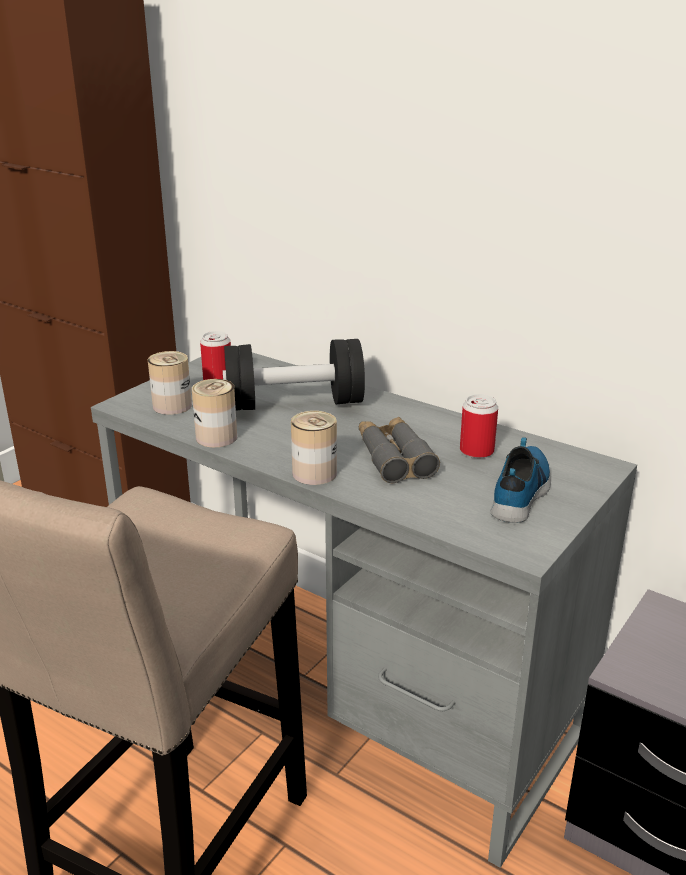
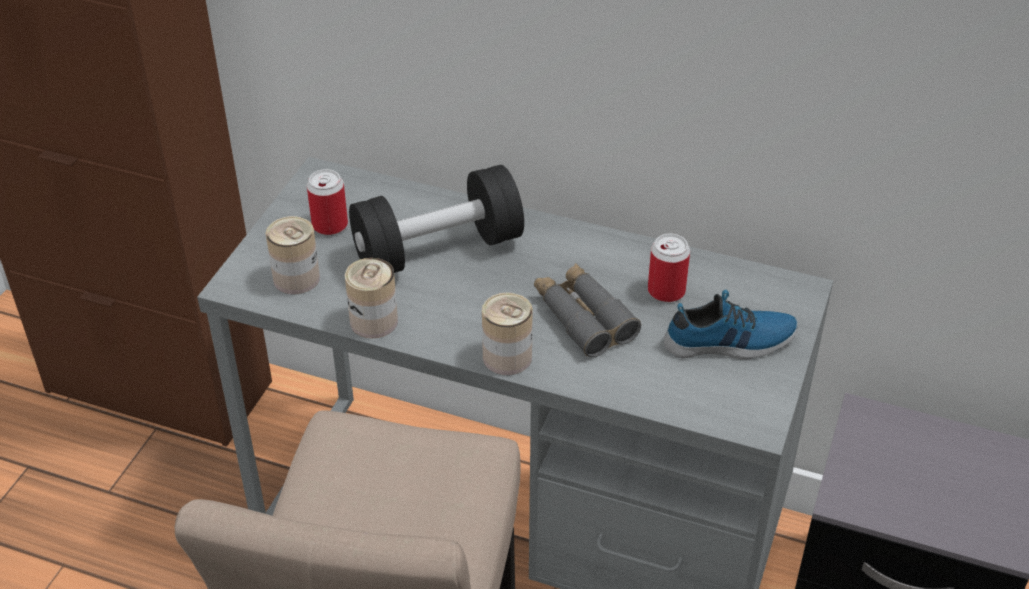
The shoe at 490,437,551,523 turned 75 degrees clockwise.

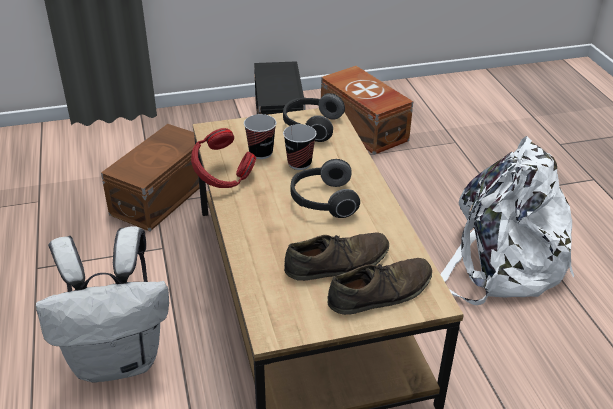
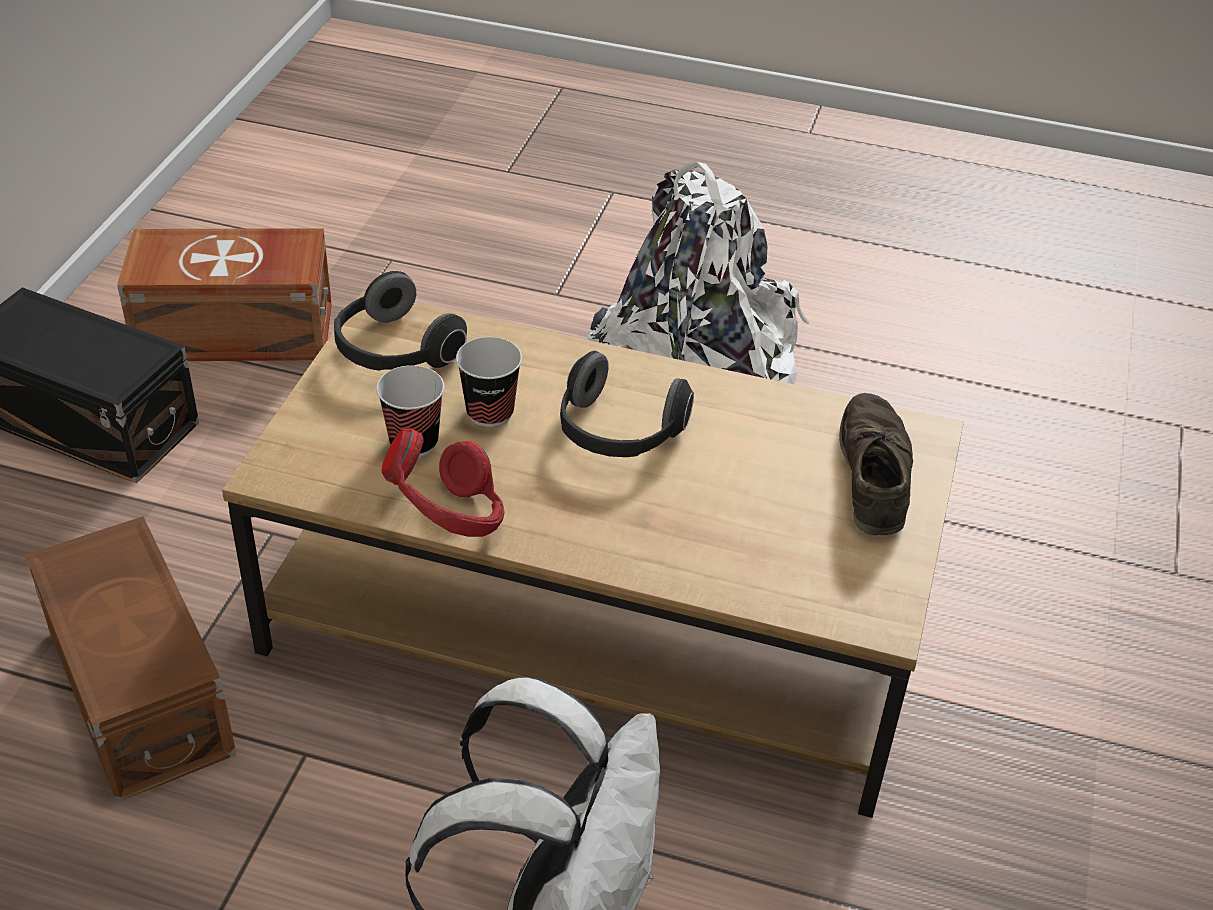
The brown shoe at 284,232,389,281 disappeared.

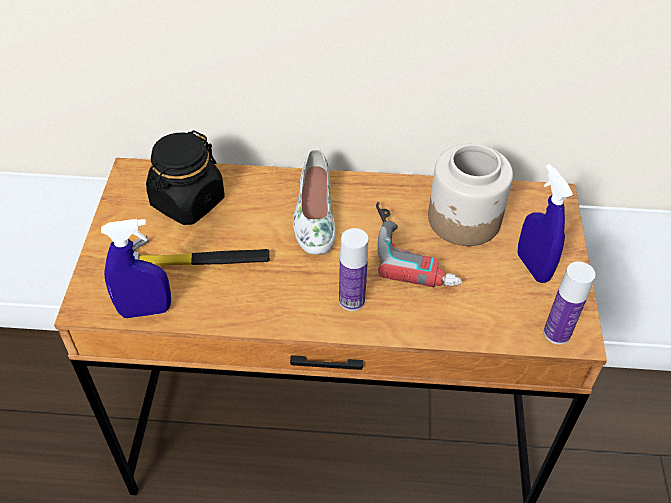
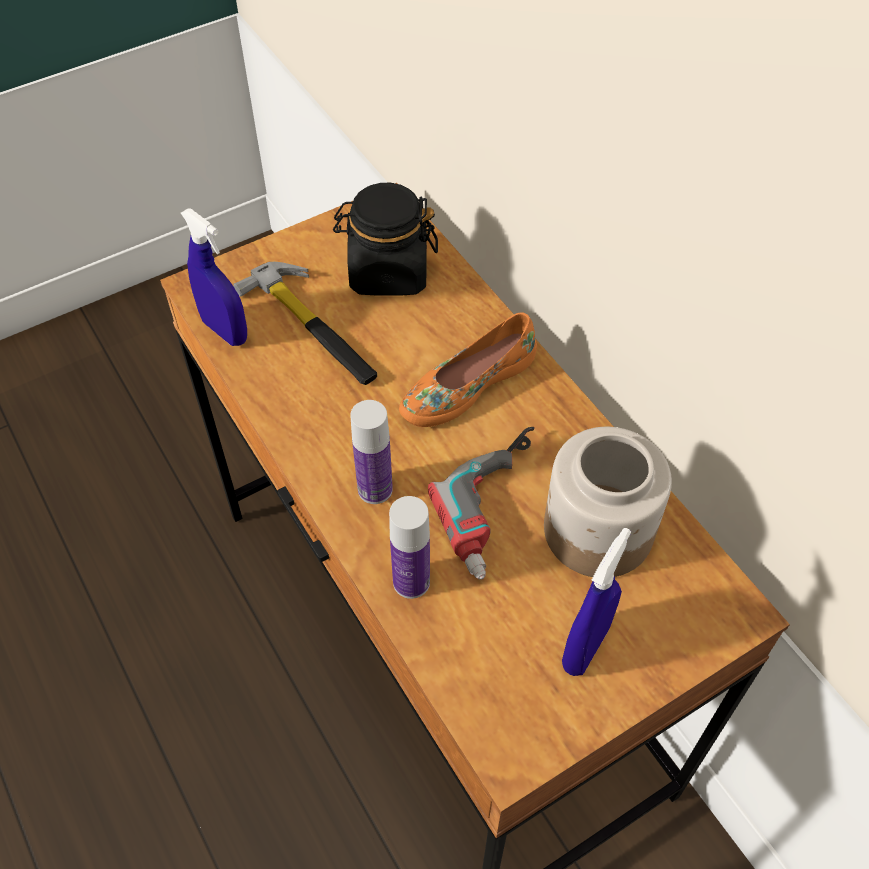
The bottle moved from 544,261,595,344 to 389,496,430,599.
The white shoe at 293,148,336,255 became the orange shoe at 399,312,537,427.

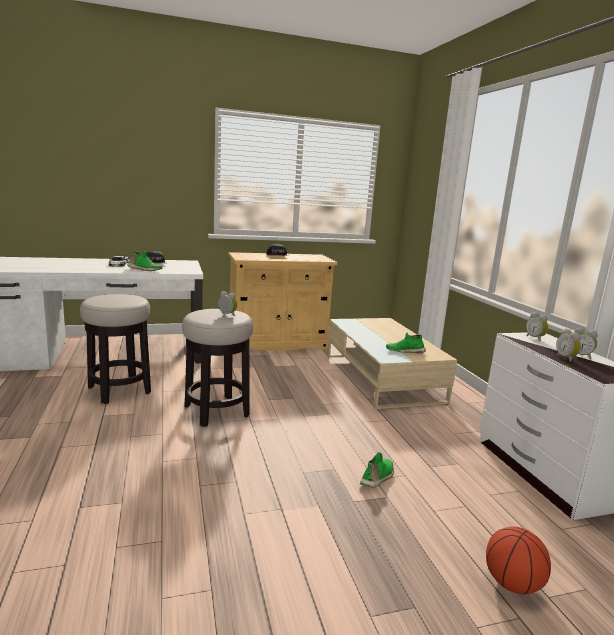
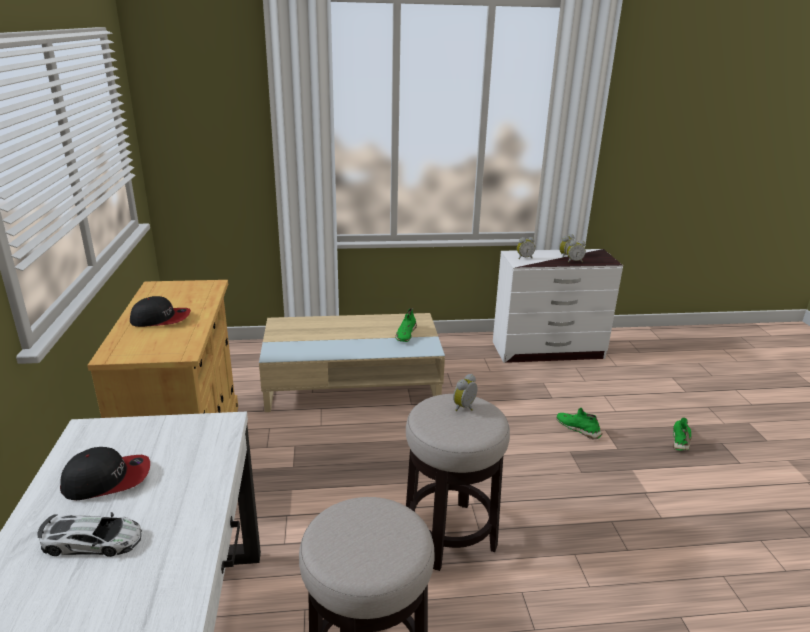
The basketball at 486,527,551,594 disappeared.
The green shoe moved from 127,251,162,271 to 673,417,692,451.

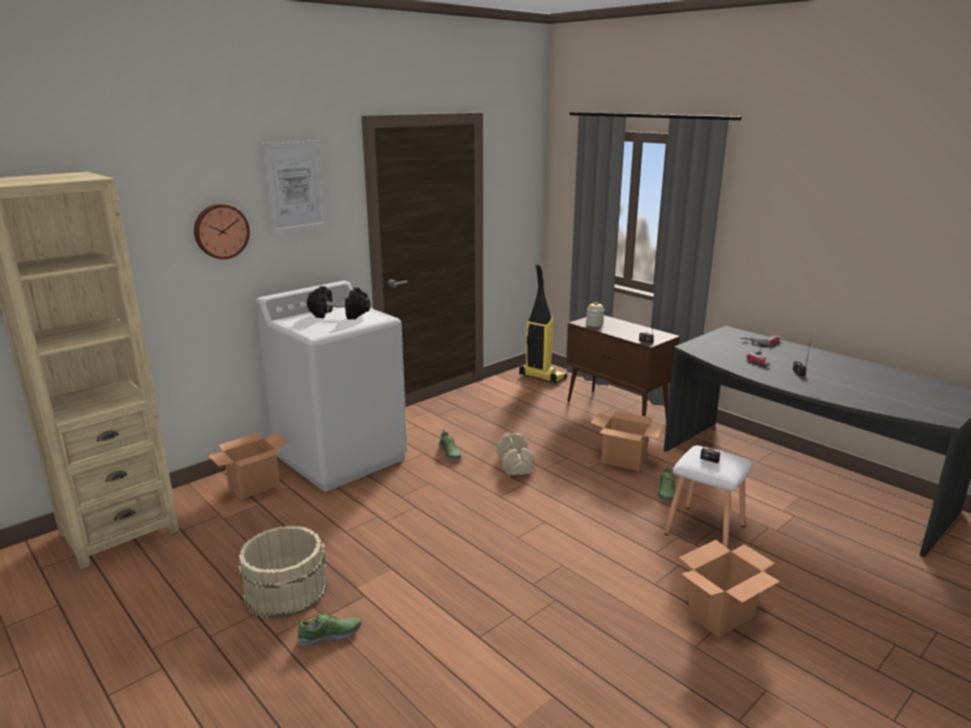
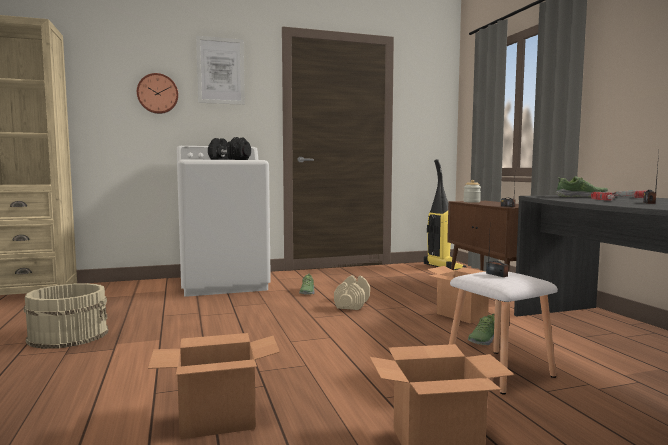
The cardboard box moved from 208,432,289,500 to 148,333,280,439.
The shoe moved from 296,614,362,647 to 555,176,608,197.

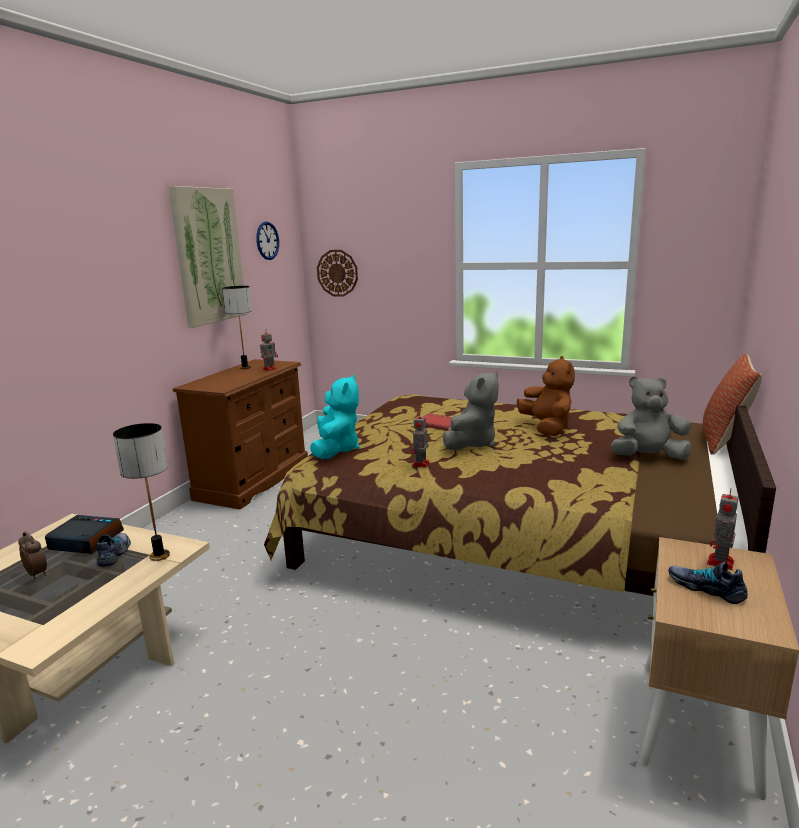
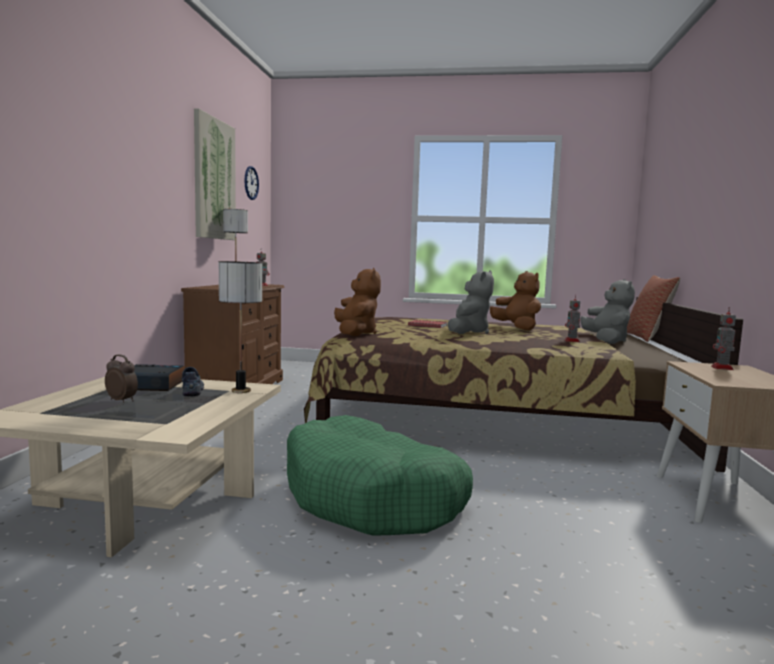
The wall clock at 317,250,358,297 disappeared.
The shoe at 668,562,748,604 disappeared.
The green dog bed at 287,415,473,535 appeared.
The toy robot moved from 411,412,430,468 to 564,295,580,342.
The turquoise plush toy at 310,375,359,459 became the brown plush toy at 334,268,381,336.
The grey plush toy at 611,376,692,460 turned 105 degrees clockwise.

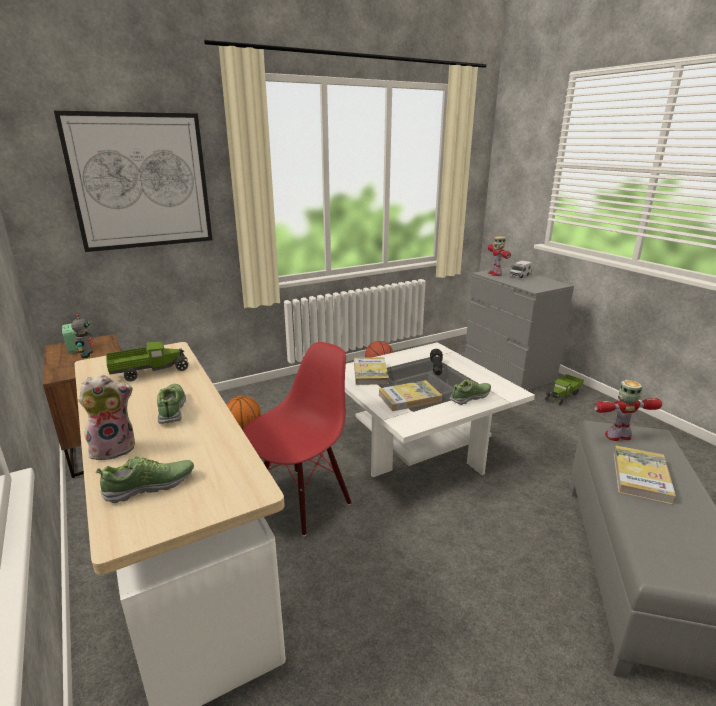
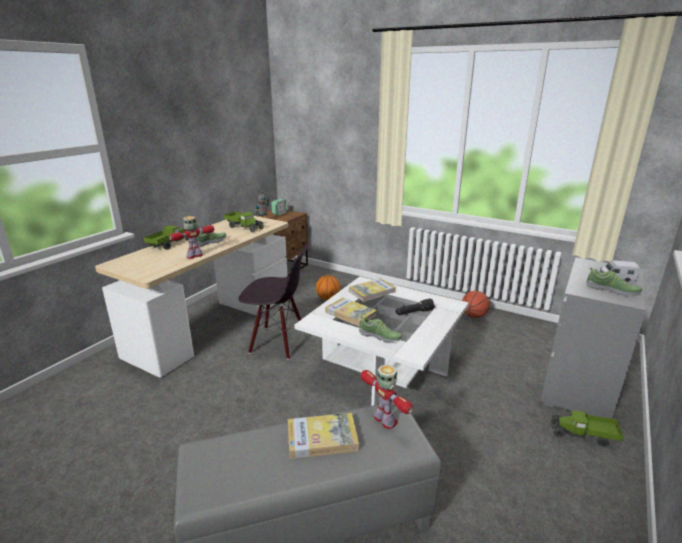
The picture at 54,111,213,252 disappeared.
The shoe moved from 96,456,194,503 to 586,268,642,295.
The toy robot moved from 488,236,511,276 to 169,216,214,259.
The plush toy at 79,375,135,461 was replaced by the toy truck at 143,226,188,250.
The red chair at 242,342,352,536 became the black chair at 239,244,309,360.

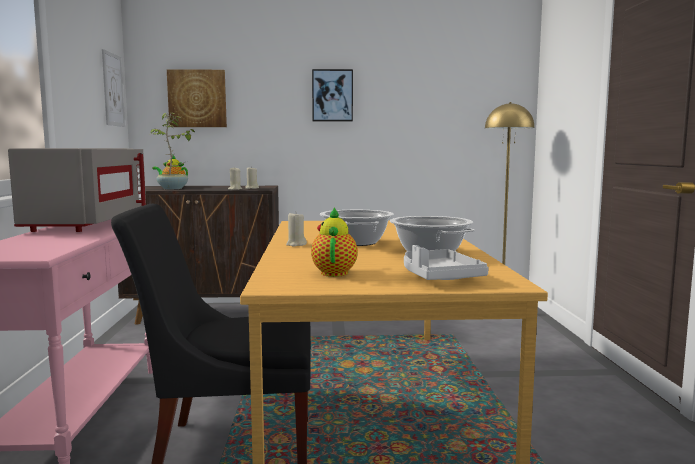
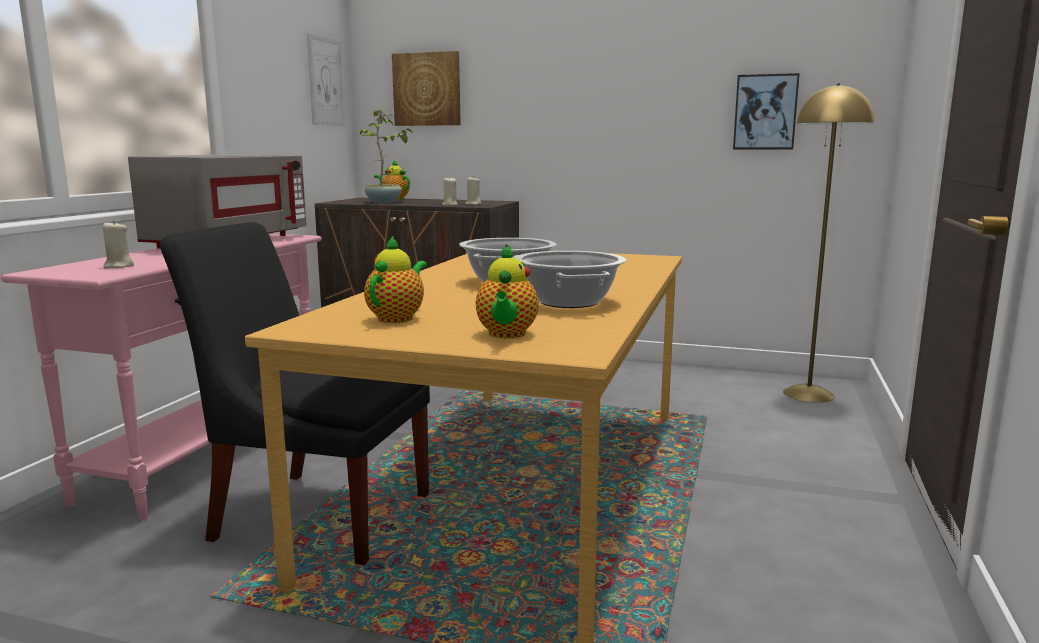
The beige candle moved from 286,211,307,247 to 103,220,134,268.
The picture moved from 312,69,353,122 to 733,73,800,149.
The grey tray at 404,245,489,280 was replaced by the teapot at 476,244,539,338.

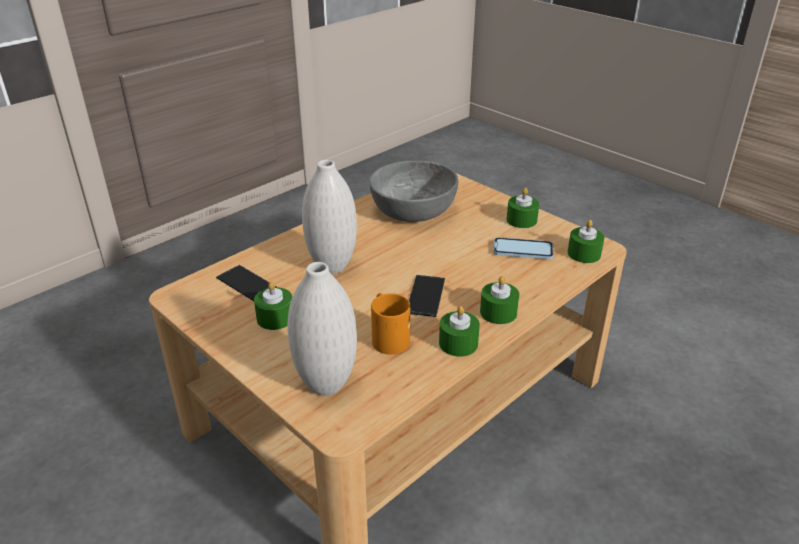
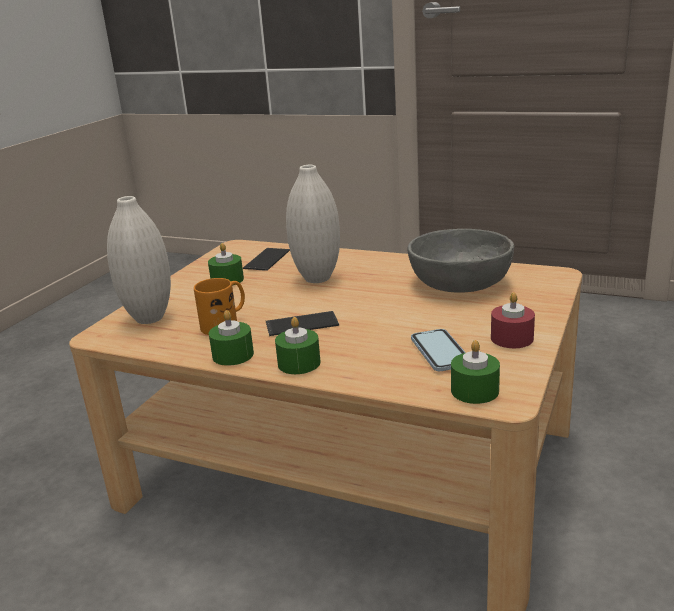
The green candle at 507,188,539,228 became the red candle at 491,292,535,348.

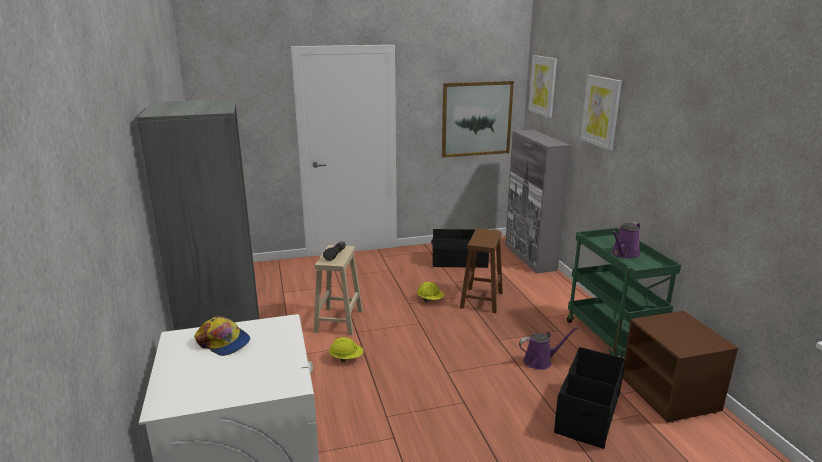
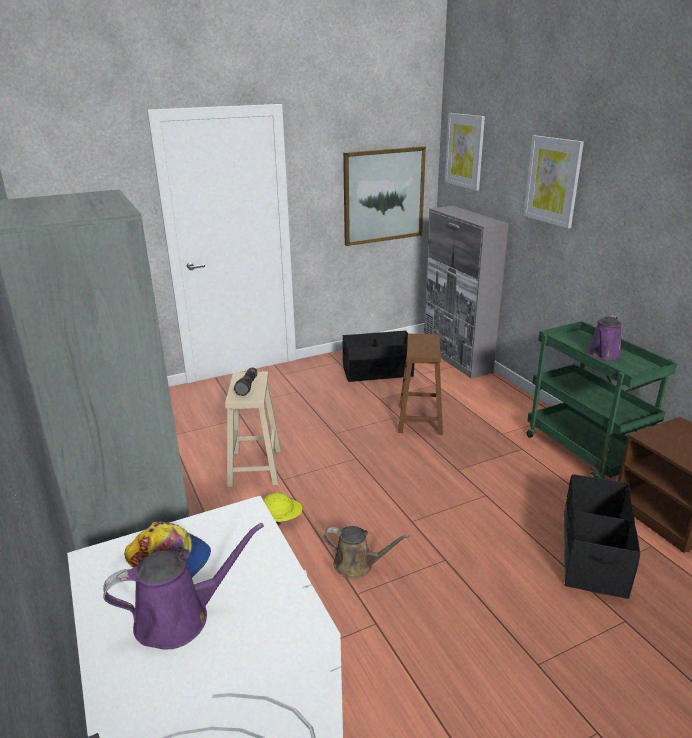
The yellow hard hat at 417,282,444,302 disappeared.
The brown watering can at 324,526,409,579 appeared.
The purple watering can moved from 519,327,578,370 to 103,523,264,650.

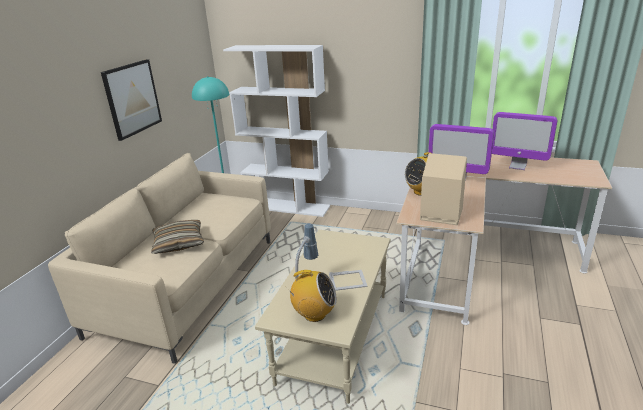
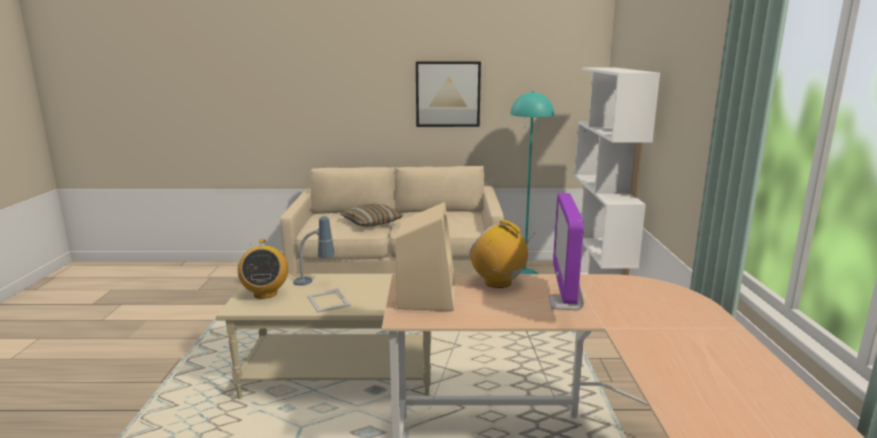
The monitor at 492,112,558,170 disappeared.

